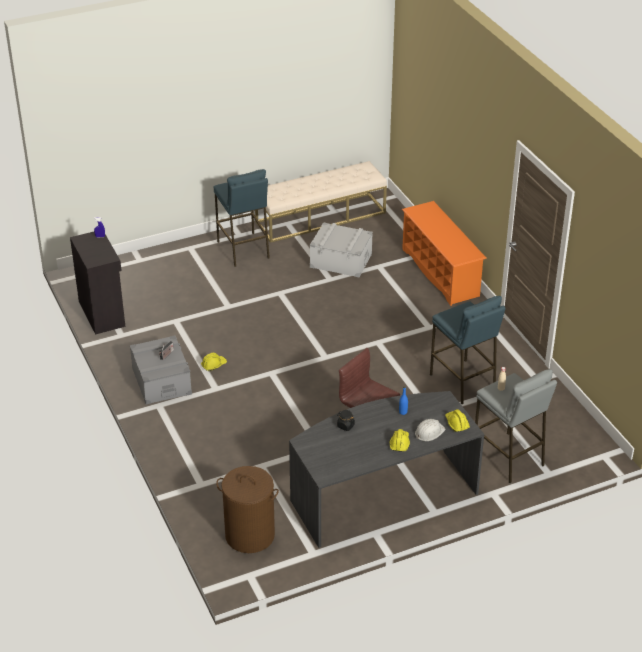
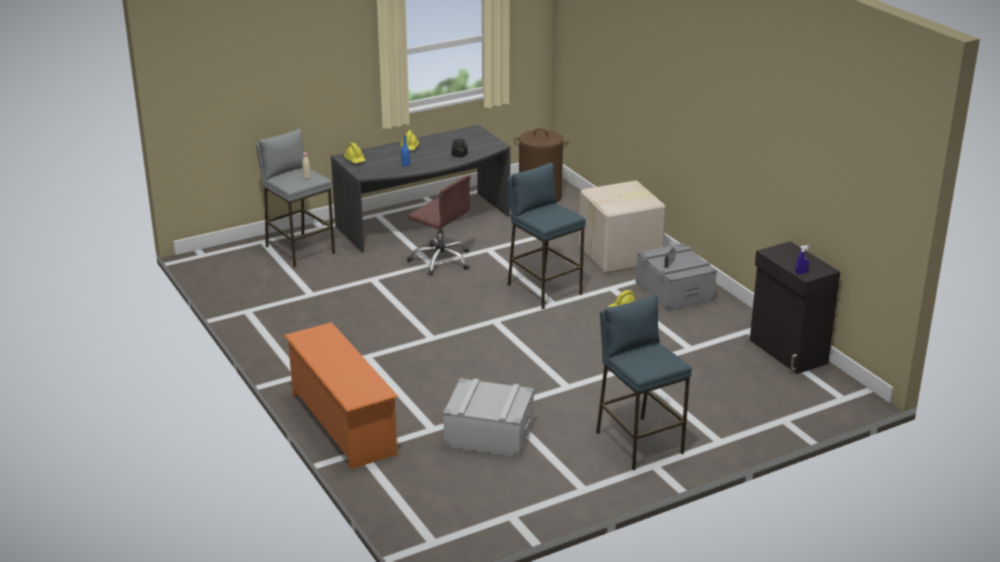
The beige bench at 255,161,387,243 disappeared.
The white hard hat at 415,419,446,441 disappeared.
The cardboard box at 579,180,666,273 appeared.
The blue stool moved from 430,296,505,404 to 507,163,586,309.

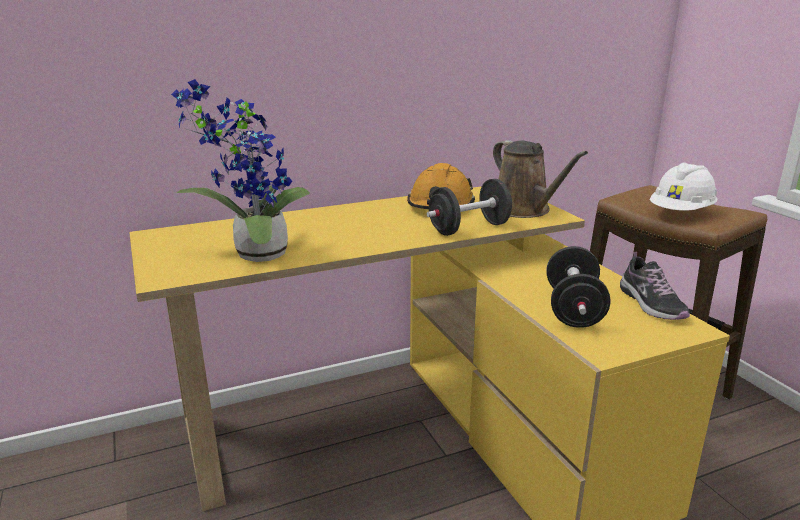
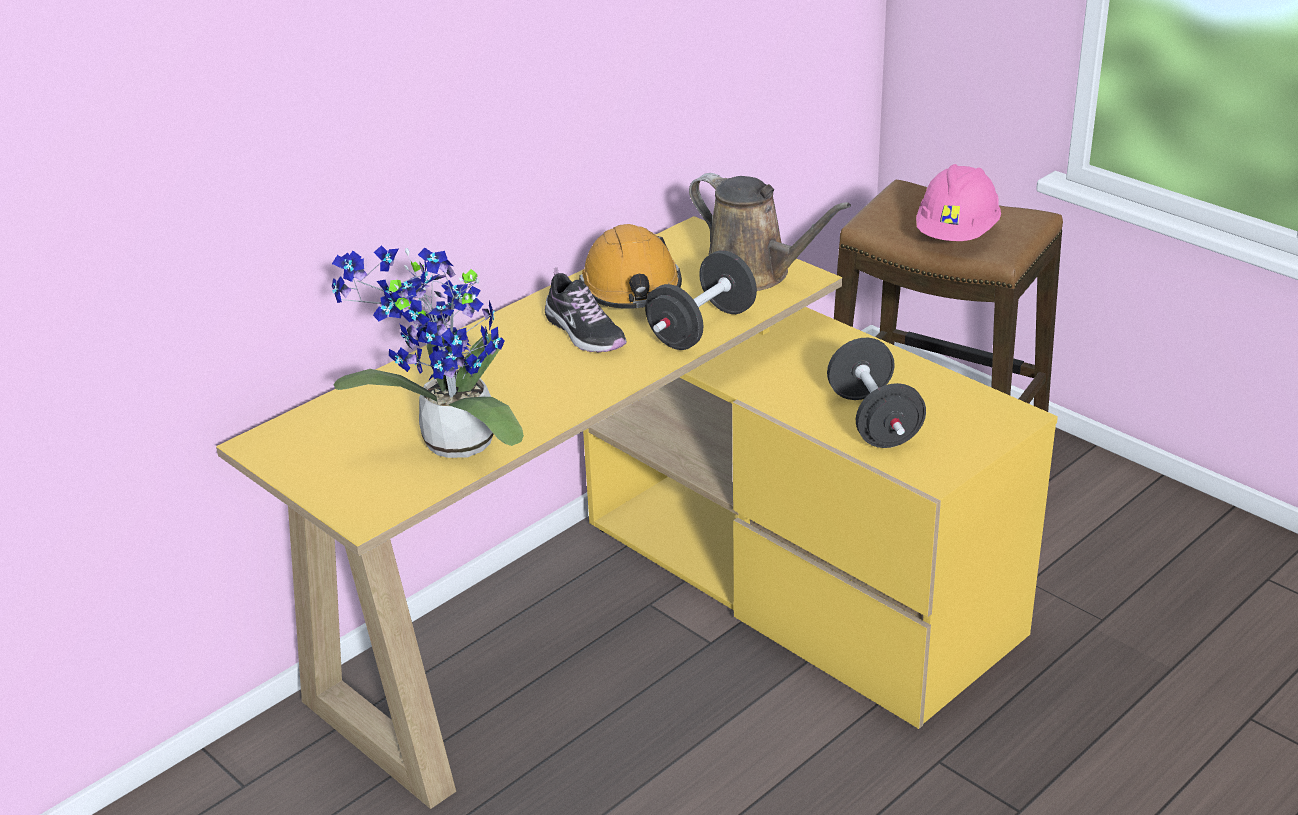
The shoe moved from 620,252,690,320 to 545,267,627,352.
The white hard hat at 650,162,717,211 became the pink hard hat at 916,164,1001,241.

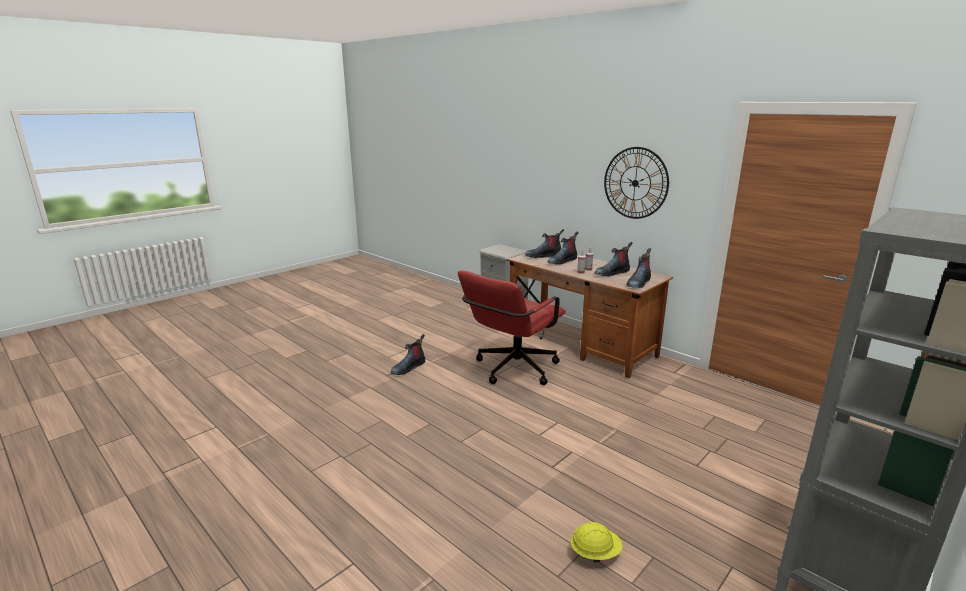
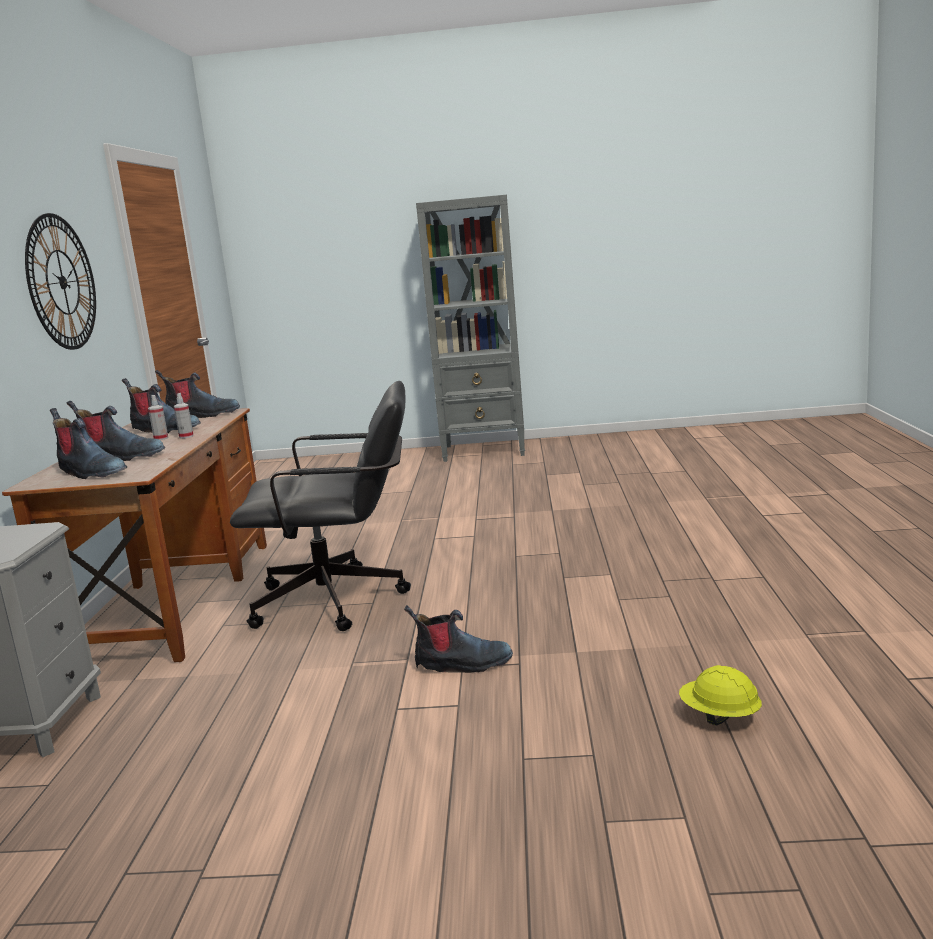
The yellow hard hat moved from 570,522,623,563 to 679,665,762,725.
The red office chair at 458,271,566,385 became the black office chair at 230,381,411,631.

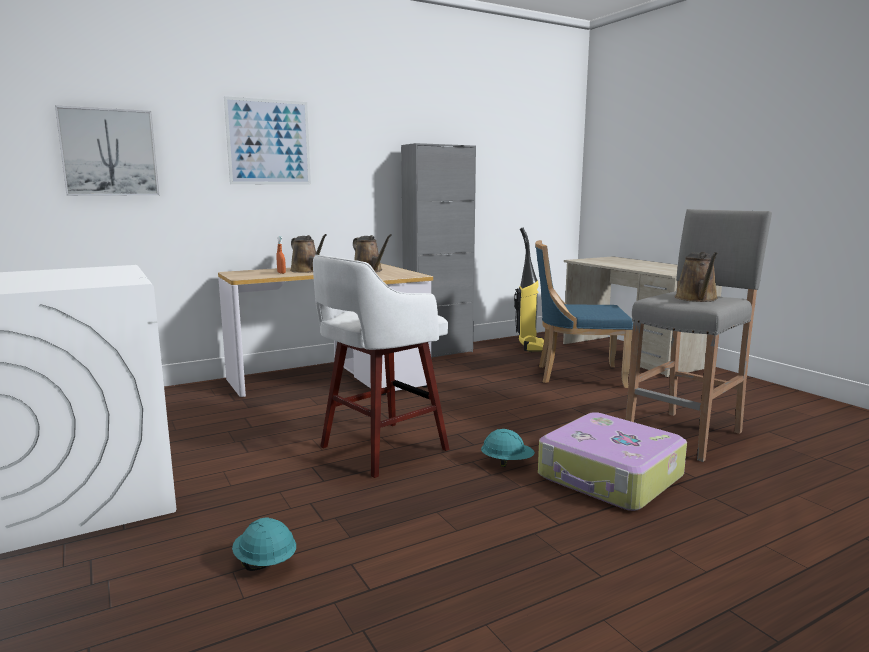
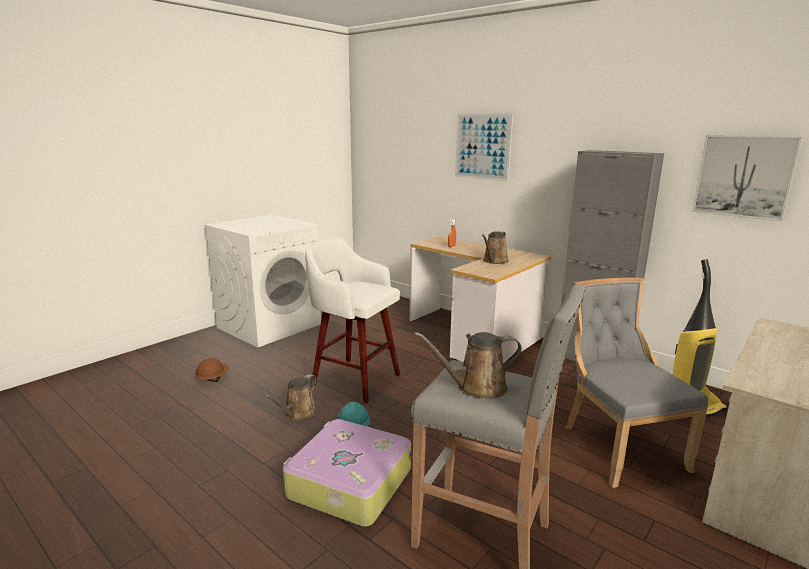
The picture moved from 55,105,159,196 to 692,135,802,221.
The brown watering can moved from 290,234,327,273 to 265,374,317,420.
The turquoise hard hat at 232,517,296,571 became the brown hard hat at 195,358,229,382.
The blue chair at 535,240,633,388 became the grey chair at 565,277,708,488.

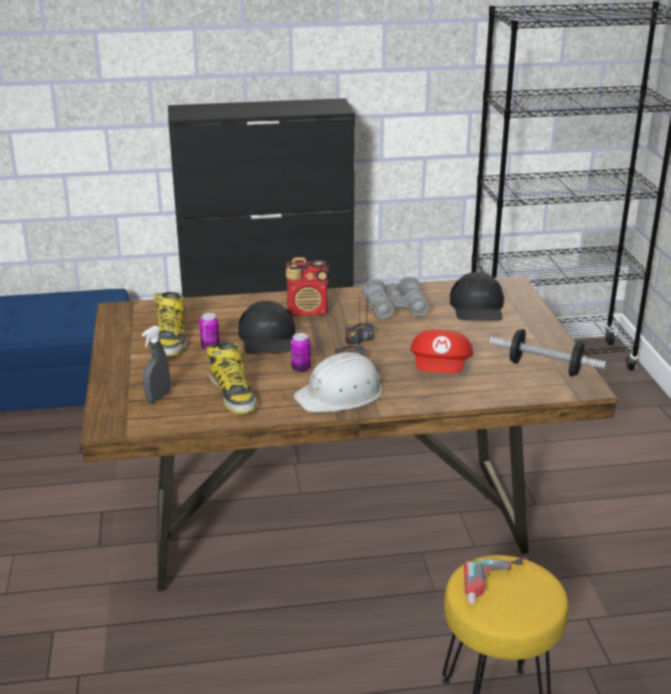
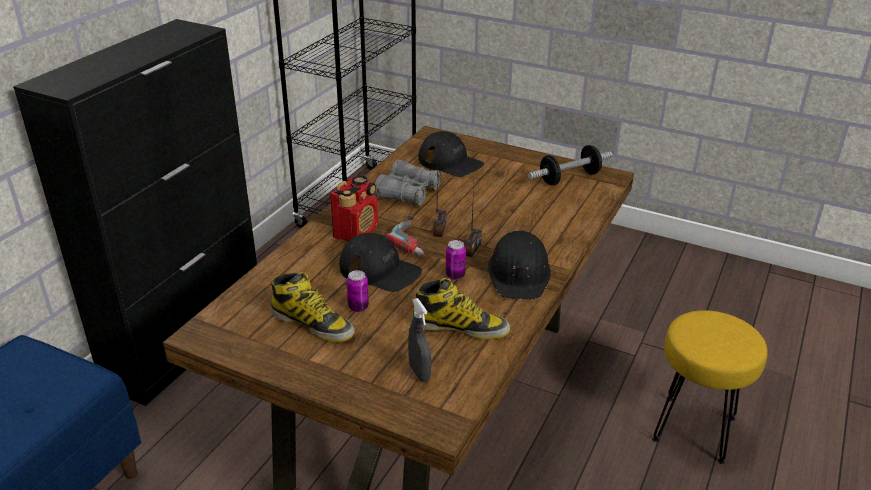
The red cap at 410,329,473,373 disappeared.
The power drill moved from 464,557,528,605 to 385,213,424,256.
The white hard hat at 293,352,382,413 became the black hard hat at 488,230,551,300.

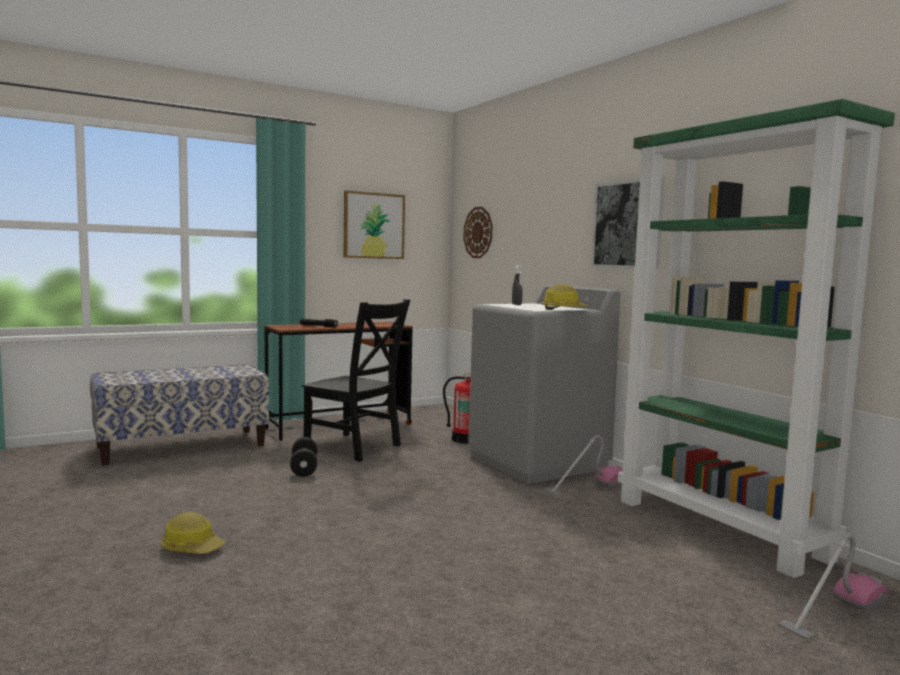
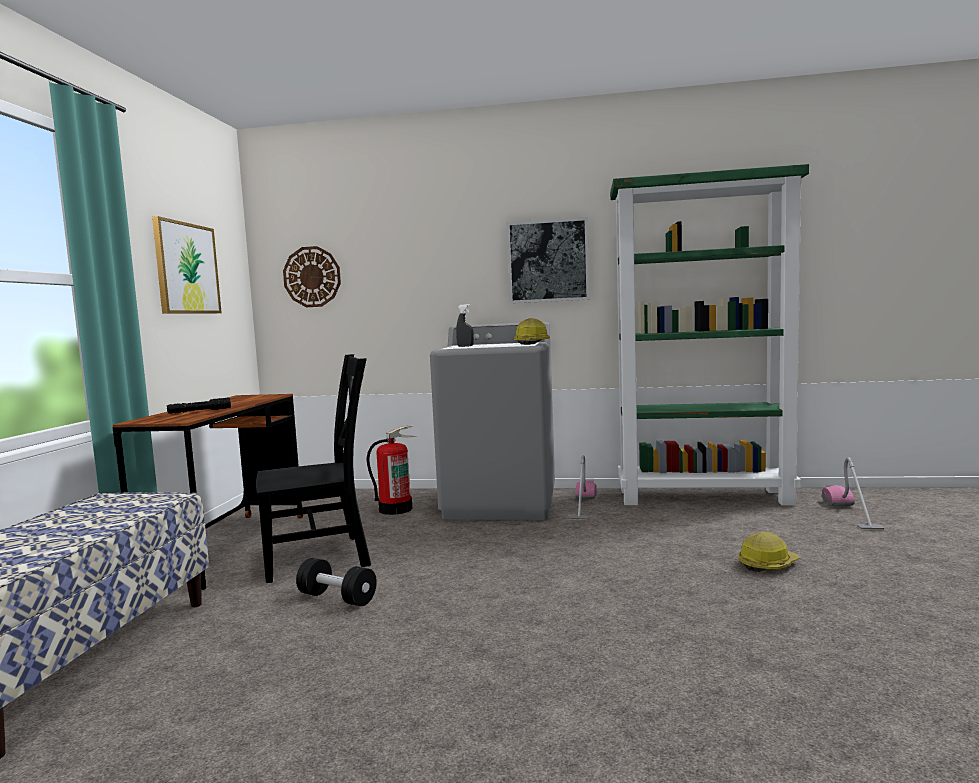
The hard hat moved from 162,512,225,554 to 738,532,800,572.

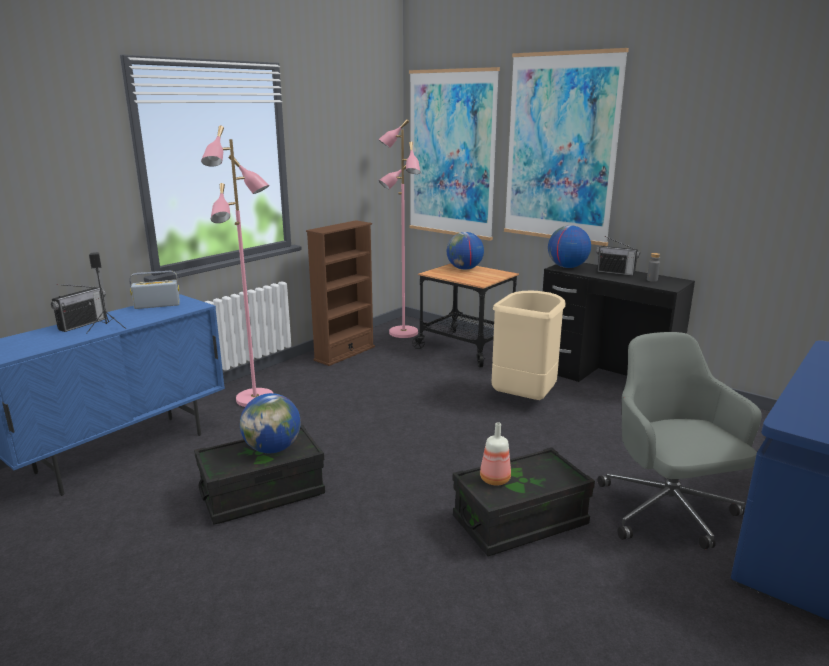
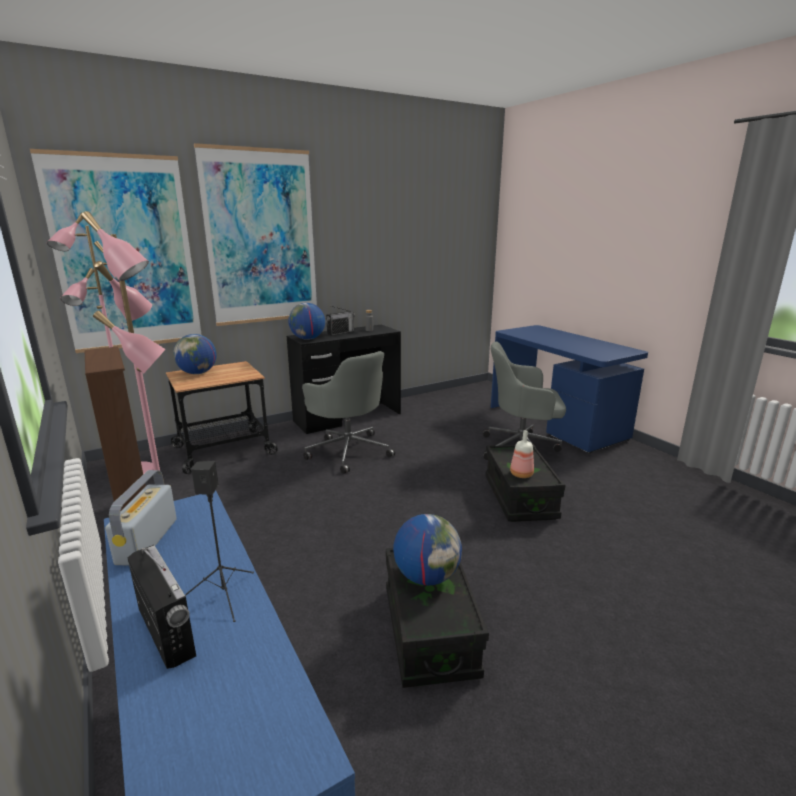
The beige trash can at 491,291,566,400 was replaced by the grey office chair at 302,351,395,474.

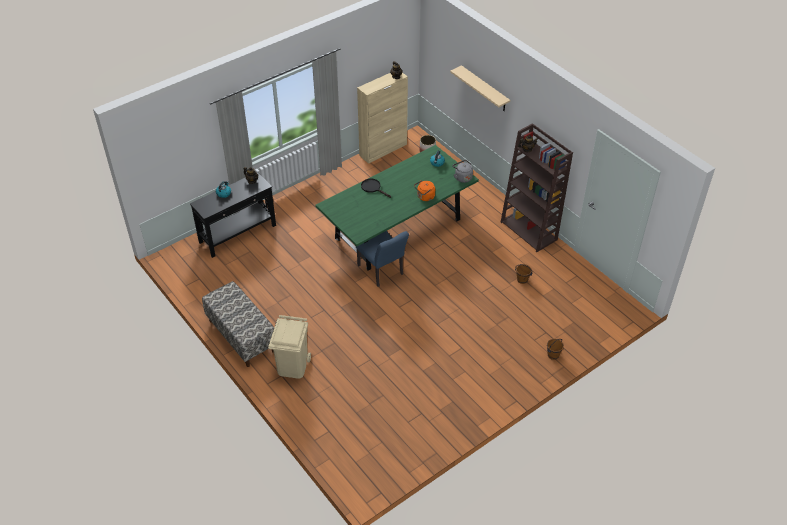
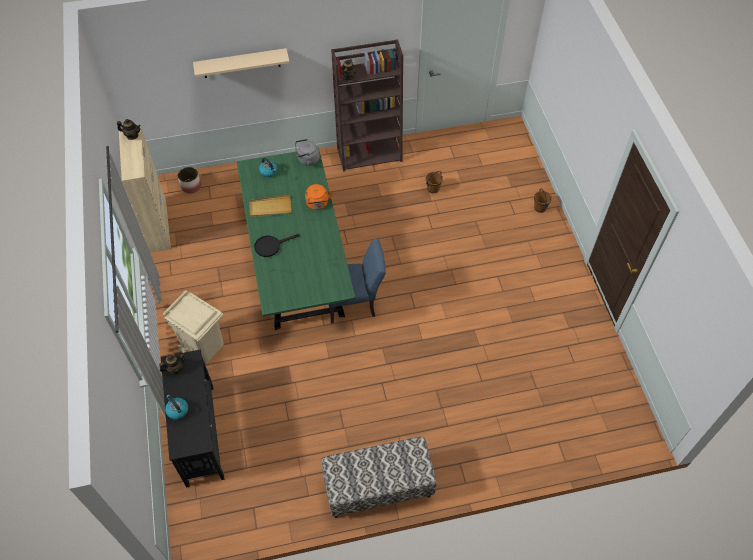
The beige tray at 249,195,291,218 appeared.
The beige trash can moved from 268,315,311,379 to 163,290,223,363.

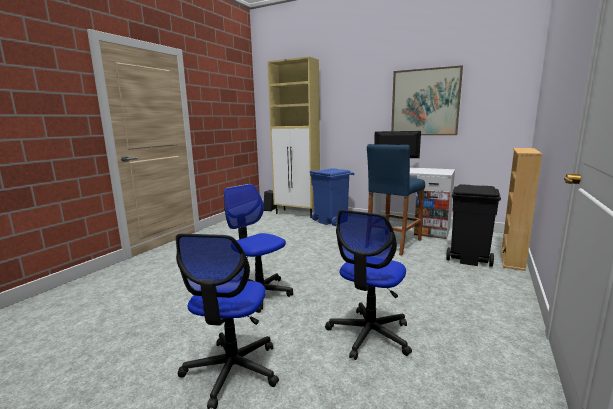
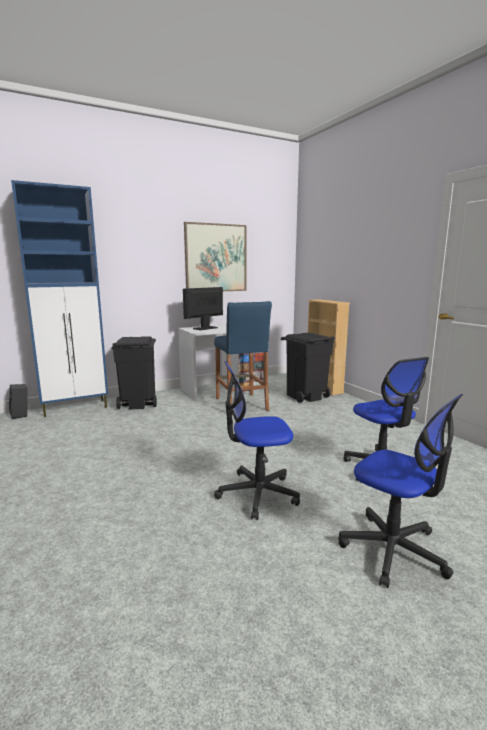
The beige cabinet at 267,57,320,218 became the blue cabinet at 11,180,108,417.
The blue trash can at 310,168,355,226 became the black trash can at 111,336,157,410.

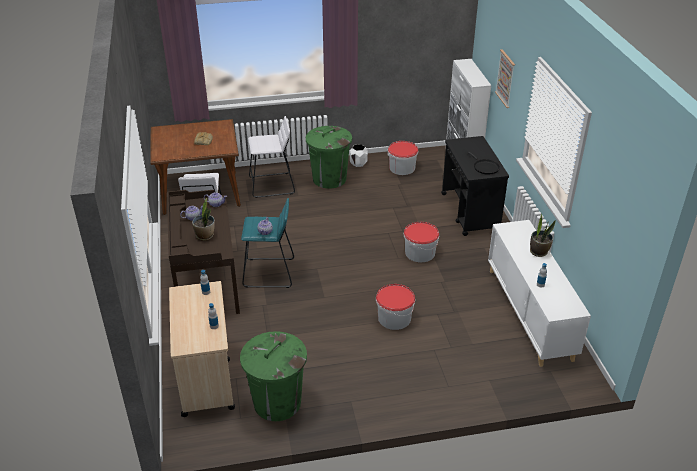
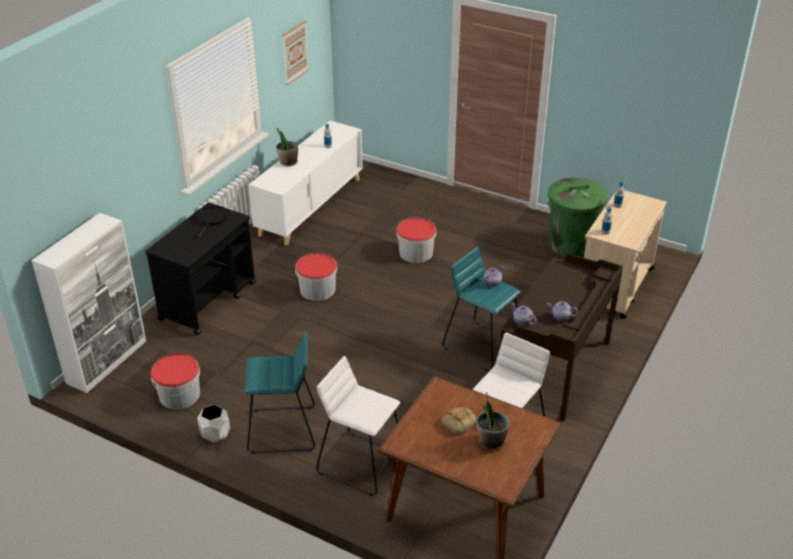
The potted plant moved from 192,198,215,241 to 477,392,509,450.
The picture moved from 495,49,515,108 to 282,21,309,85.
The green trash can at 306,126,352,189 was replaced by the turquoise stool at 244,331,315,454.

